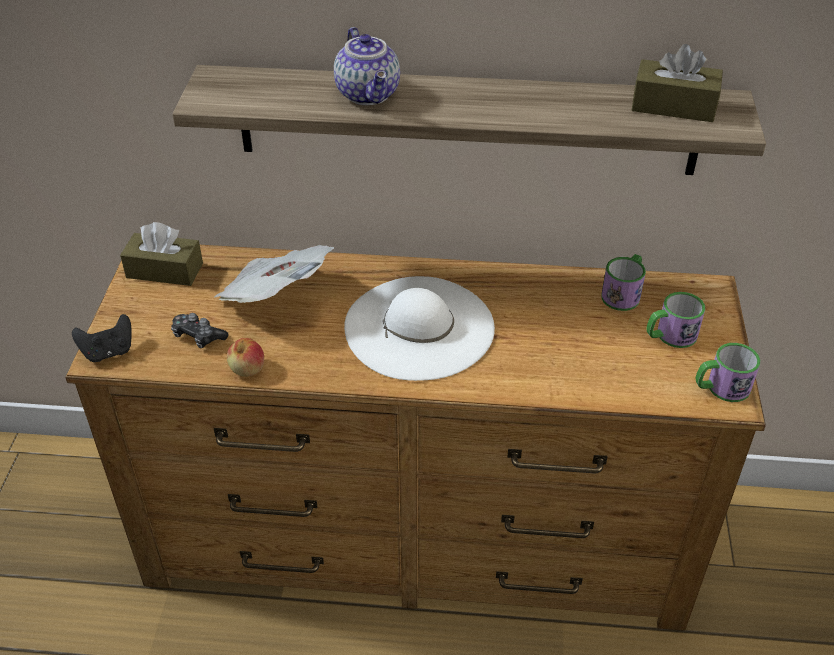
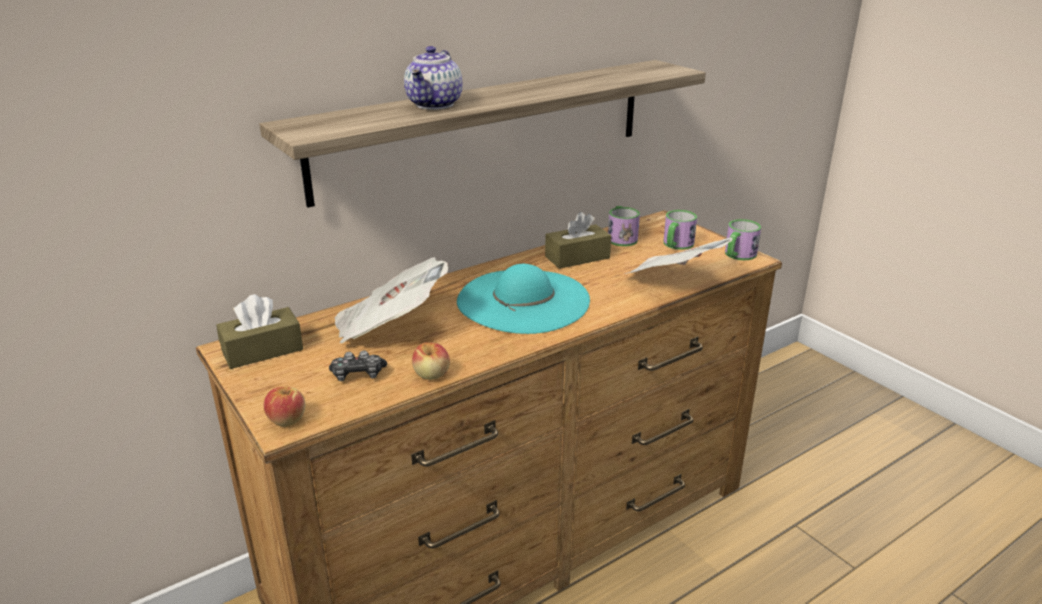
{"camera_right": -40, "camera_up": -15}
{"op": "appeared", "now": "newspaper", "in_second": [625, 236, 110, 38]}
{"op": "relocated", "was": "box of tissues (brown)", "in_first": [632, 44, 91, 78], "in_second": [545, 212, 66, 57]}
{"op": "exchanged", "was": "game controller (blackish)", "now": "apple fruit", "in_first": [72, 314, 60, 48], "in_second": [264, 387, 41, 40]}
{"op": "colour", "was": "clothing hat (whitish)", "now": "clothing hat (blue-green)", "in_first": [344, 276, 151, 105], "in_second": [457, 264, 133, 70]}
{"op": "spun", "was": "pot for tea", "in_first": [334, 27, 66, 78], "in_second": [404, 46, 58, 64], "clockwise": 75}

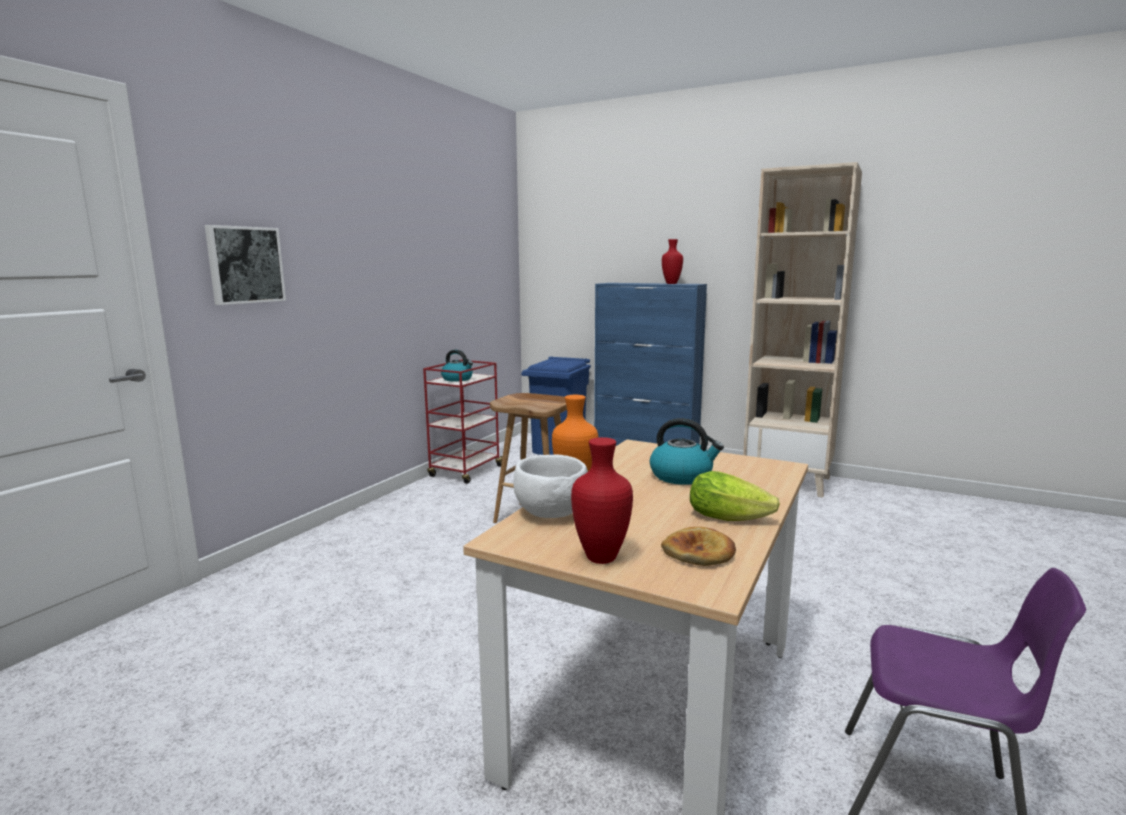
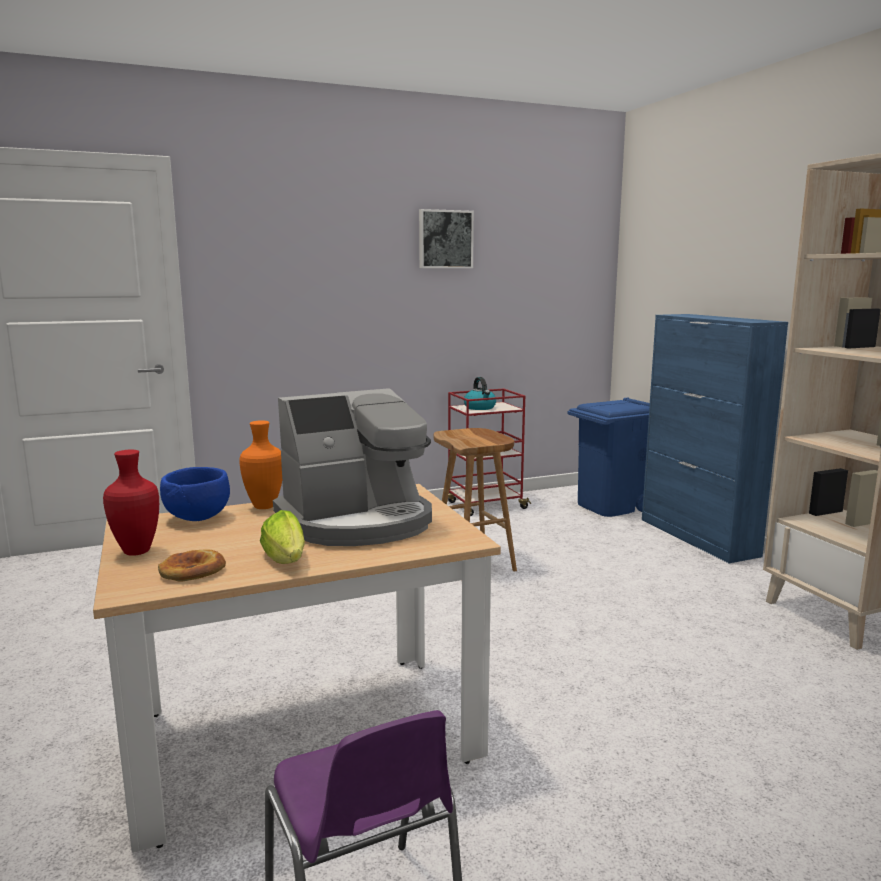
{"camera_right": 40, "camera_up": 0}
{"op": "missing", "was": "vase (red)", "in_first": [662, 239, 21, 45]}
{"op": "relocated", "was": "picture", "in_first": [205, 225, 81, 80], "in_second": [419, 209, 55, 59]}
{"op": "exchanged", "was": "tea kettle", "now": "coffee brewer", "in_first": [650, 418, 74, 67], "in_second": [273, 388, 159, 158]}
{"op": "colour", "was": "bowl (whitish)", "now": "bowl (blue-coloured)", "in_first": [514, 455, 74, 63], "in_second": [160, 467, 70, 54]}

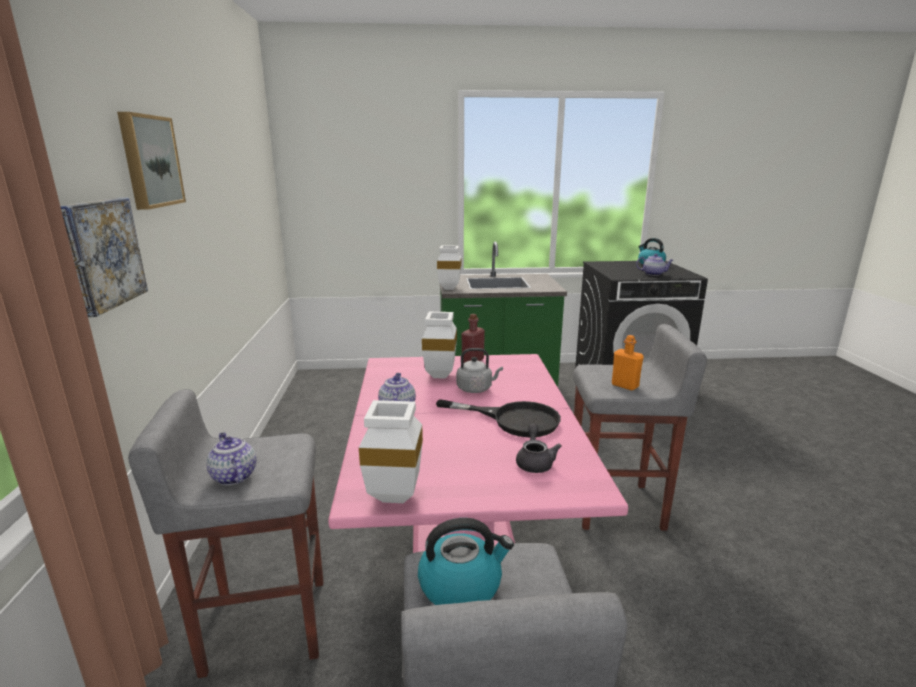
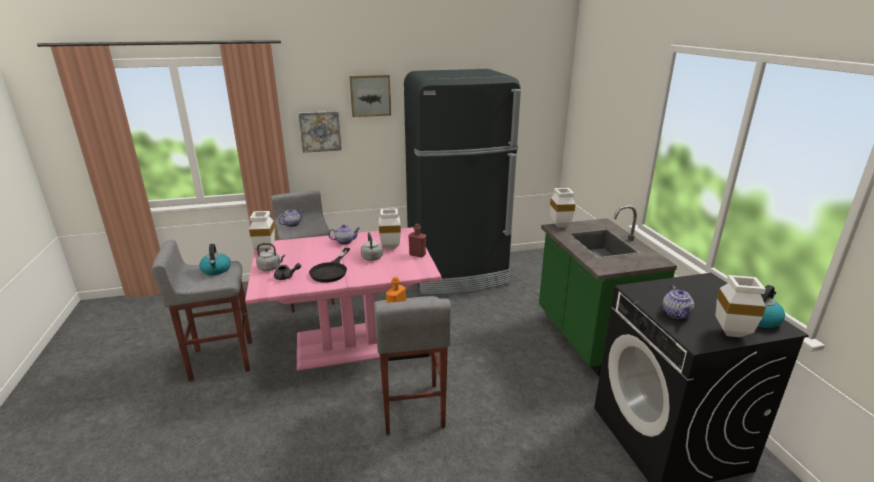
{"camera_right": 80, "camera_up": 5}
{"op": "appeared", "now": "tea kettle (greyish)", "in_second": [256, 243, 29, 28]}
{"op": "appeared", "now": "fridge (blackish)", "in_second": [404, 69, 117, 226]}
{"op": "appeared", "now": "vase (whitish)", "in_second": [715, 275, 51, 62]}

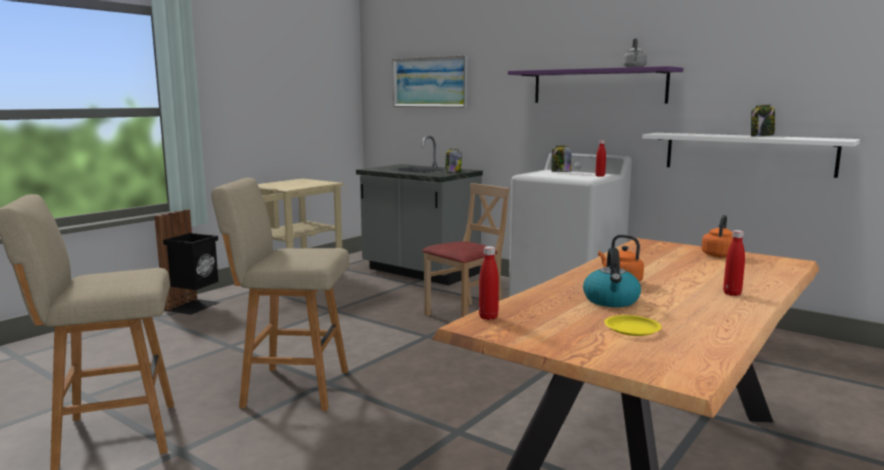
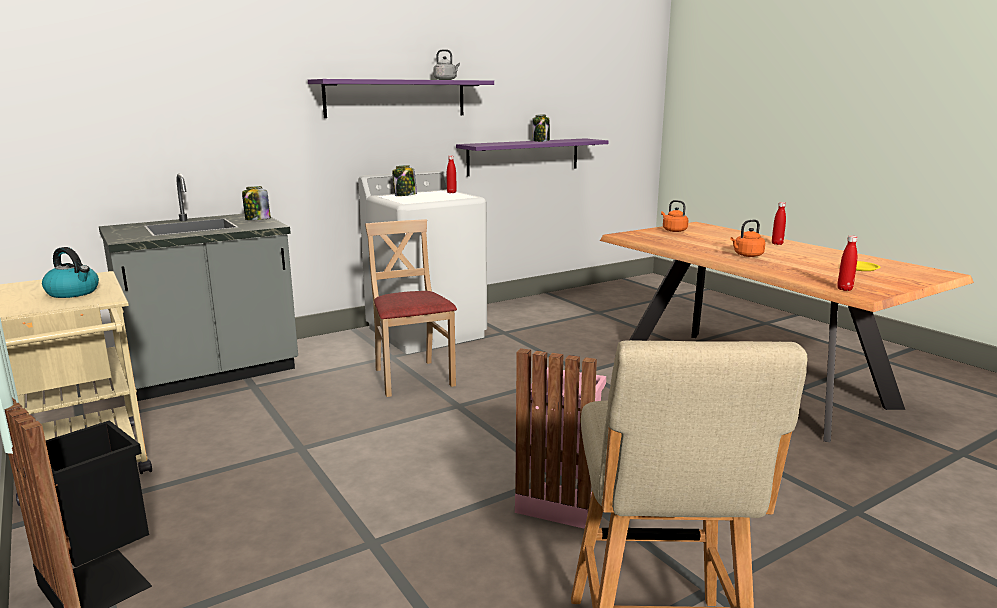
{"camera_right": -70, "camera_up": 5}
{"op": "missing", "was": "picture", "in_first": [392, 56, 75, 52]}
{"op": "relocated", "was": "tea kettle", "in_first": [583, 248, 58, 59], "in_second": [42, 247, 57, 51]}
{"op": "exchanged", "was": "stool (beige)", "now": "rubbish bin (pink-coloured)", "in_first": [211, 178, 138, 233], "in_second": [515, 348, 91, 181]}
{"op": "colour", "was": "bracket shelf (whitish)", "now": "bracket shelf (purplish)", "in_first": [642, 133, 218, 45], "in_second": [456, 138, 153, 38]}

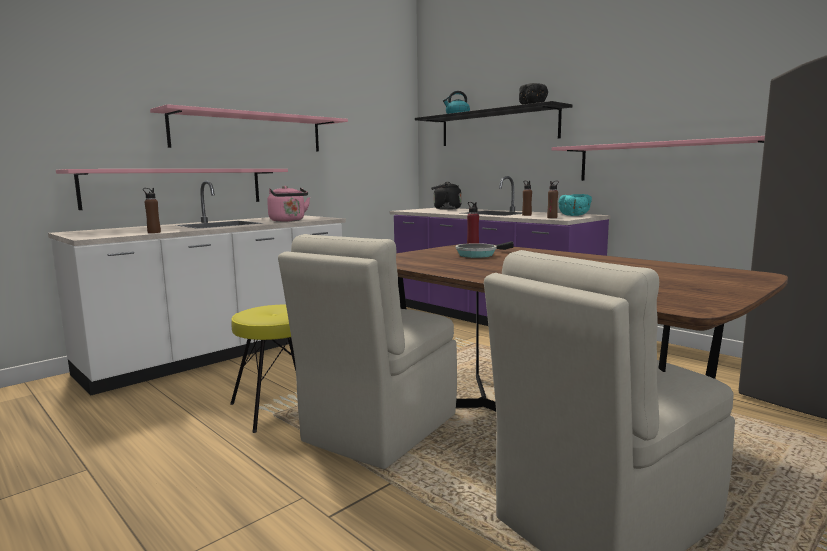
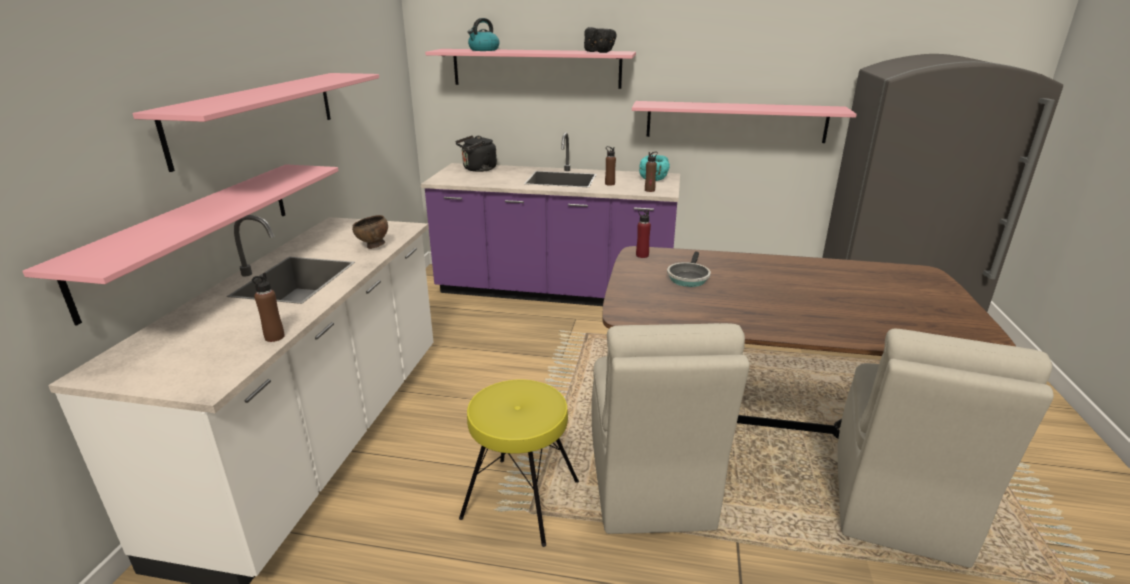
{"camera_right": -35, "camera_up": 15}
{"op": "exchanged", "was": "tea kettle (pink-coloured)", "now": "bowl (brown)", "in_first": [267, 186, 43, 36], "in_second": [352, 215, 36, 34]}
{"op": "colour", "was": "bracket shelf (blackish)", "now": "bracket shelf (pink-coloured)", "in_first": [415, 101, 158, 45], "in_second": [425, 49, 211, 40]}

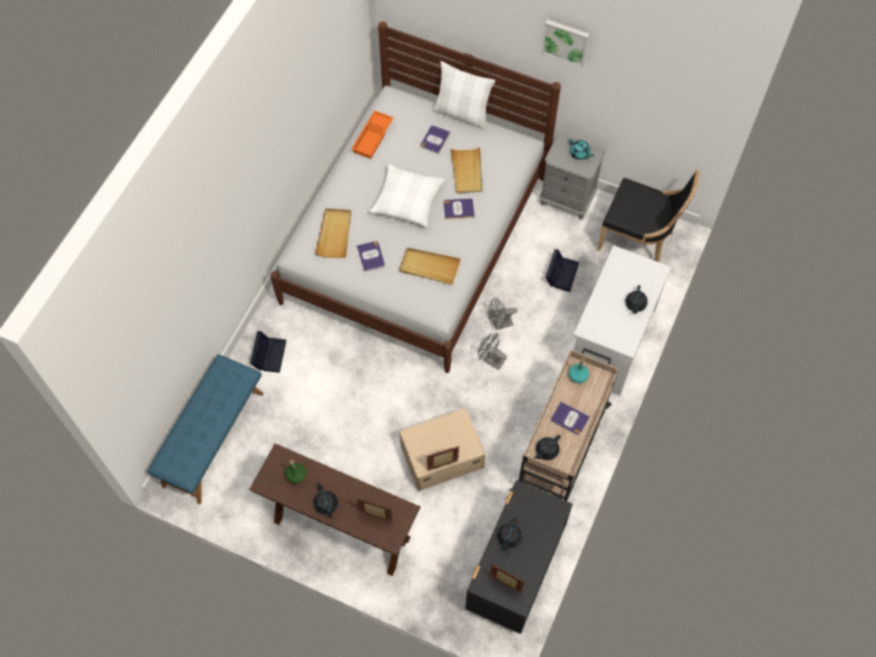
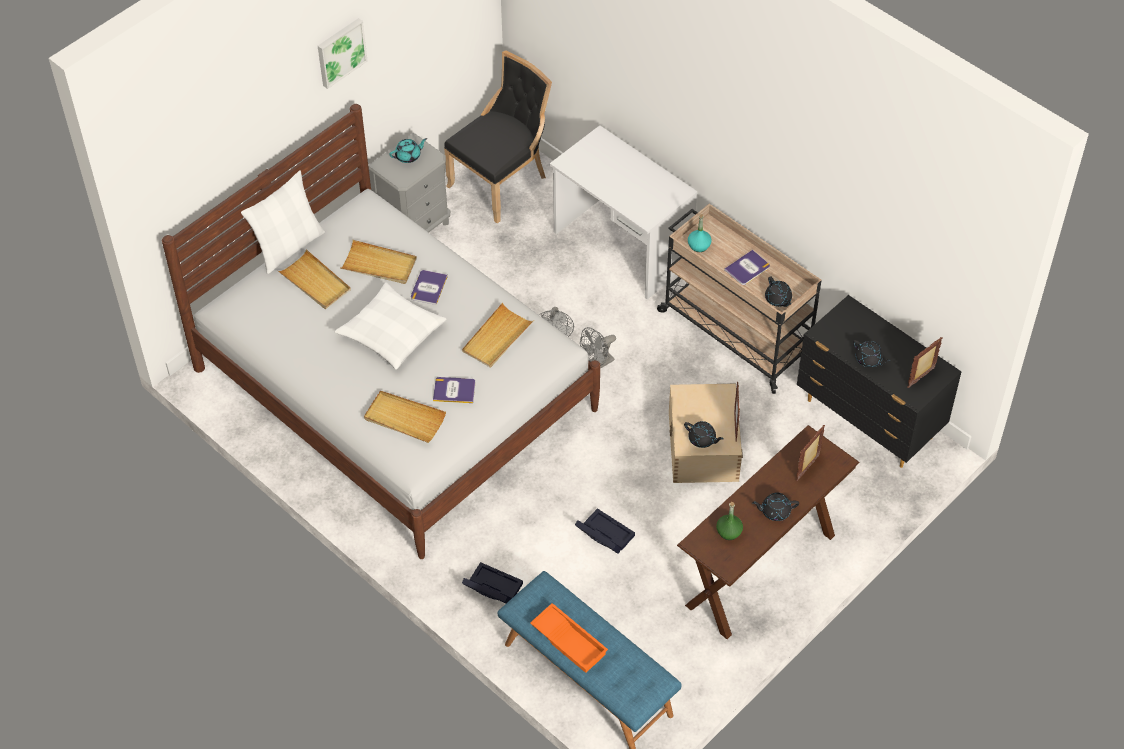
{"camera_right": -70, "camera_up": -10}
{"op": "relocated", "was": "carrying tray (orangey)", "in_first": [352, 110, 42, 49], "in_second": [530, 603, 78, 70]}
{"op": "relocated", "was": "storage bin (blackish)", "in_first": [546, 249, 33, 43], "in_second": [575, 508, 60, 46]}
{"op": "relocated", "was": "pot for tea (blackish)", "in_first": [625, 285, 23, 29], "in_second": [684, 421, 40, 27]}
{"op": "exchanged", "was": "bound book", "now": "carrying tray (beige)", "in_first": [420, 125, 30, 29], "in_second": [277, 249, 74, 60]}

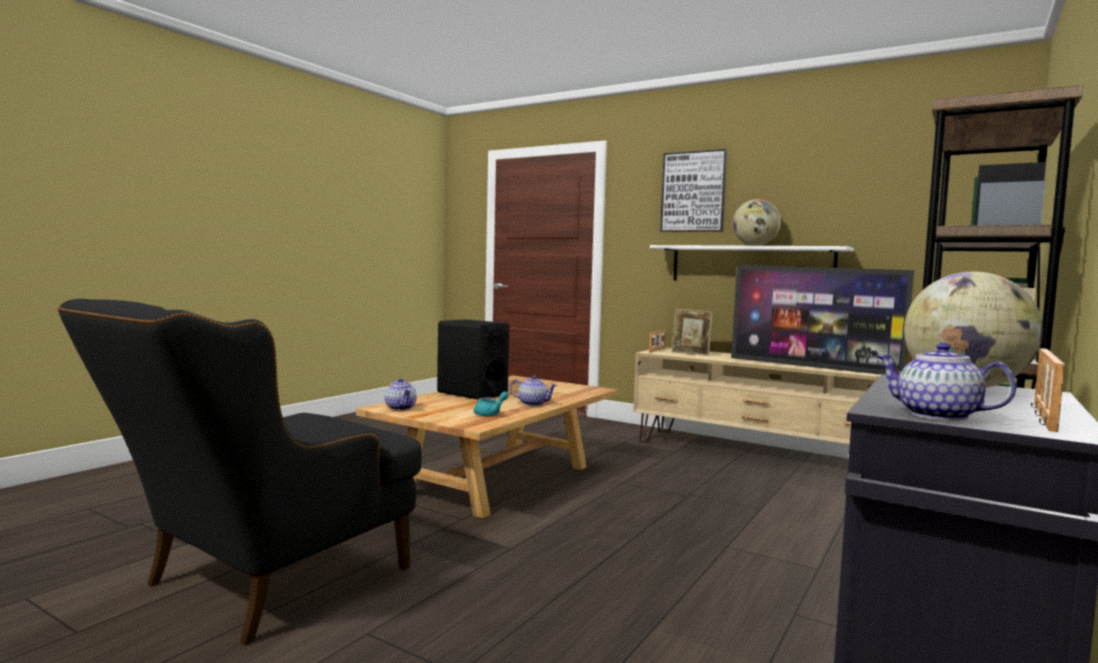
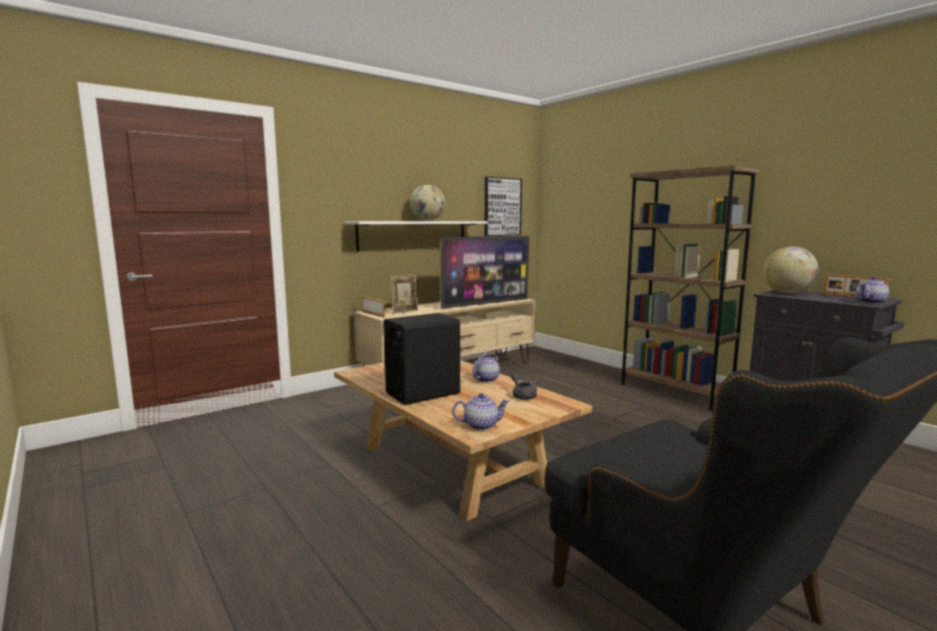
{"camera_right": -70, "camera_up": 5}
{"op": "relocated", "was": "picture", "in_first": [660, 149, 67, 83], "in_second": [484, 177, 38, 59]}
{"op": "colour", "was": "pot for tea (blue-green)", "now": "pot for tea (greyish)", "in_first": [474, 391, 35, 25], "in_second": [511, 373, 27, 27]}

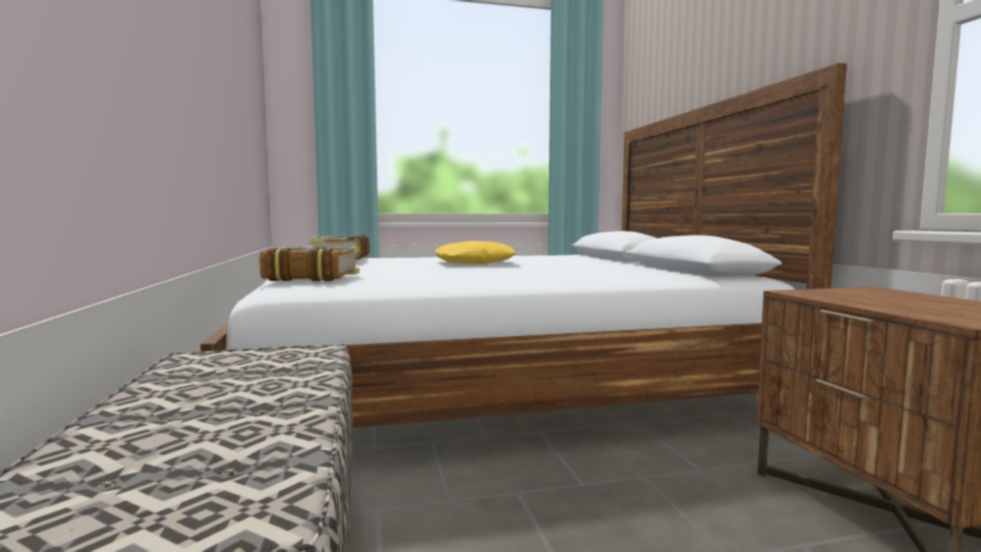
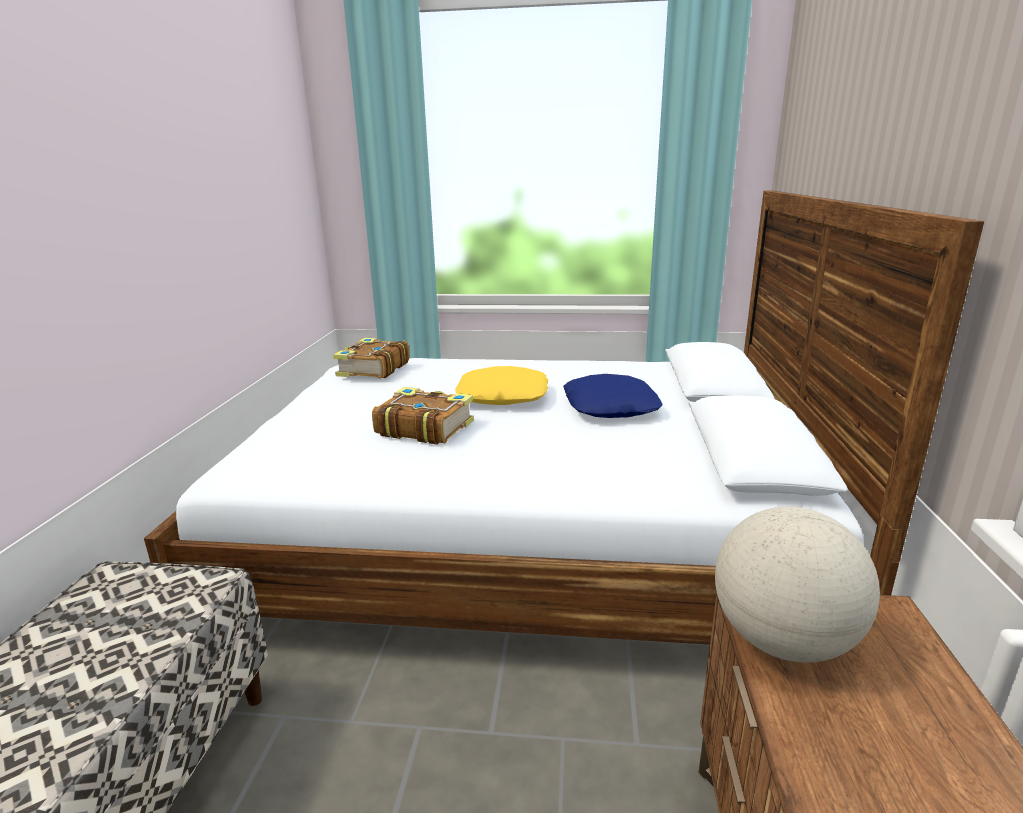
{"camera_right": 20, "camera_up": 15}
{"op": "appeared", "now": "throw pillow (blue-coloured)", "in_second": [563, 374, 99, 44]}
{"op": "appeared", "now": "globe", "in_second": [715, 507, 165, 156]}
{"op": "relocated", "was": "bound book", "in_first": [259, 246, 101, 35], "in_second": [372, 387, 102, 58]}

